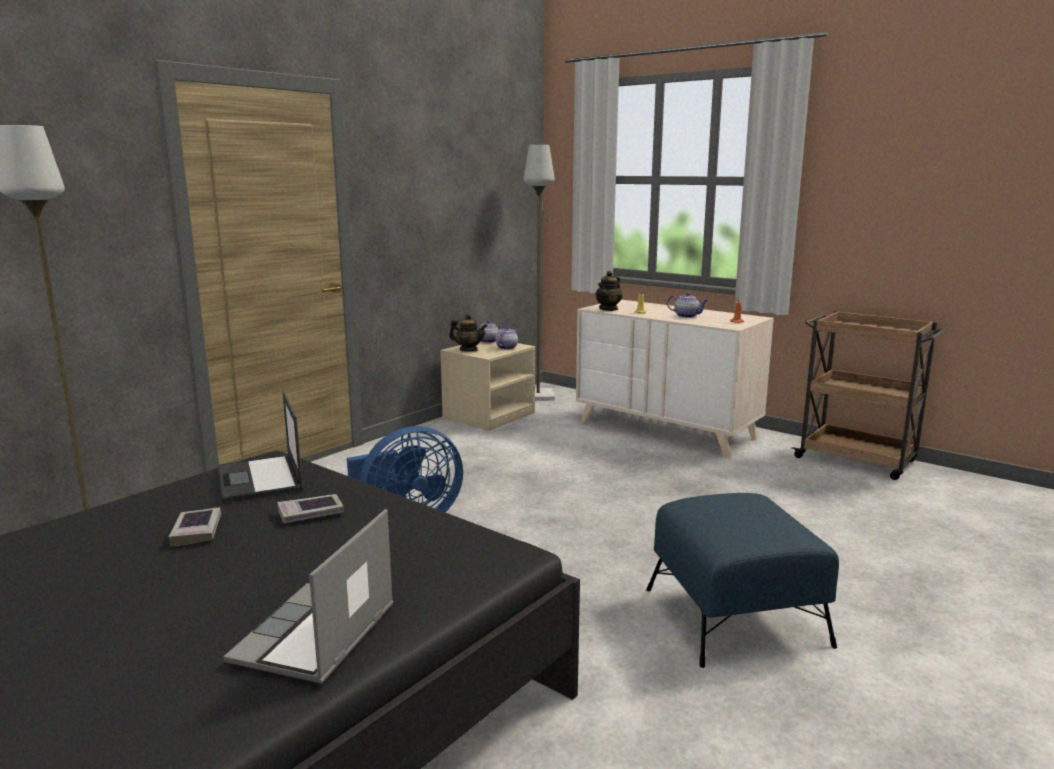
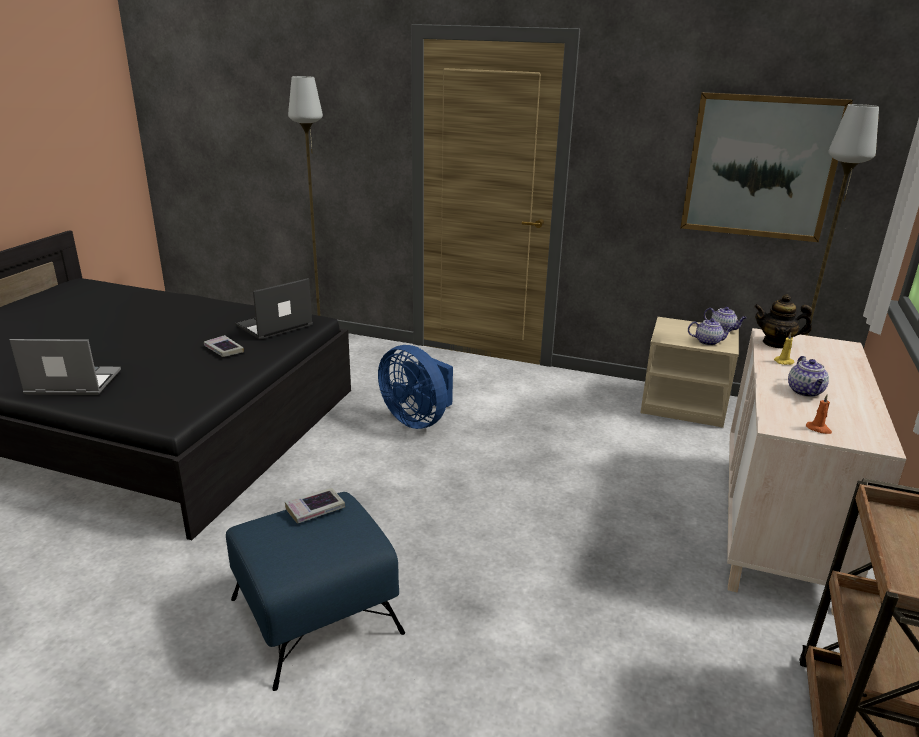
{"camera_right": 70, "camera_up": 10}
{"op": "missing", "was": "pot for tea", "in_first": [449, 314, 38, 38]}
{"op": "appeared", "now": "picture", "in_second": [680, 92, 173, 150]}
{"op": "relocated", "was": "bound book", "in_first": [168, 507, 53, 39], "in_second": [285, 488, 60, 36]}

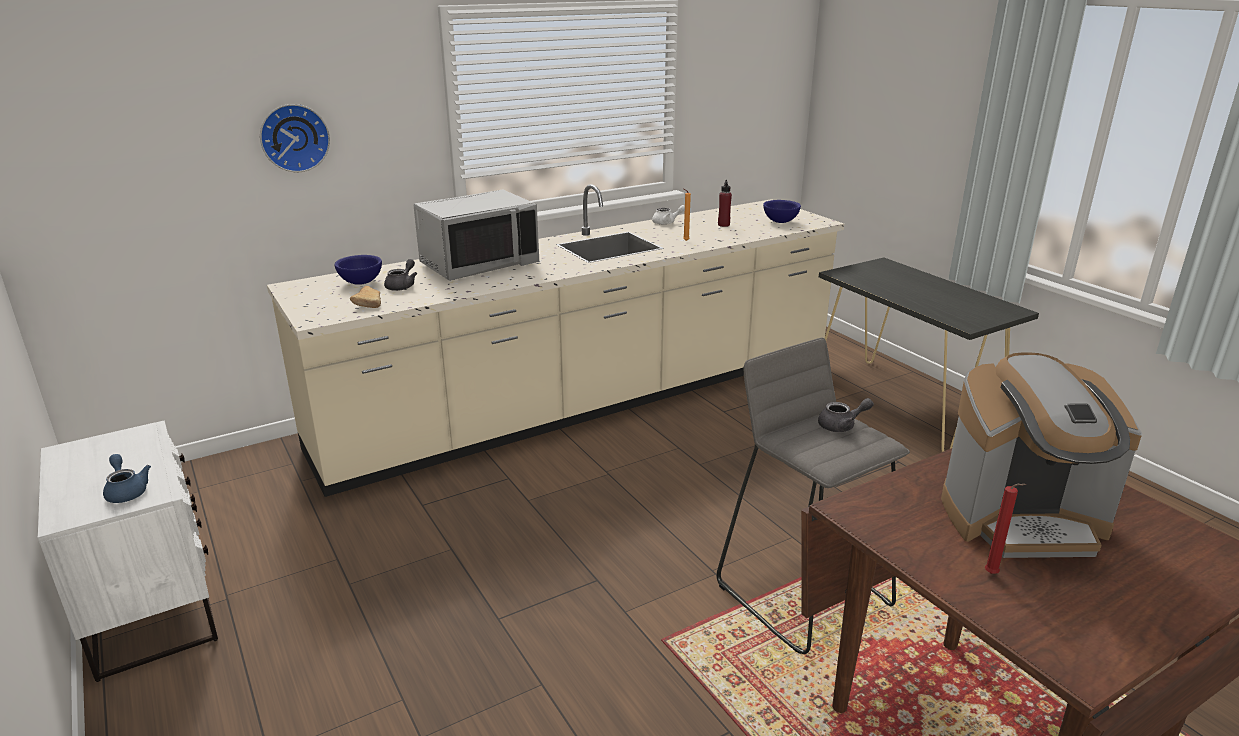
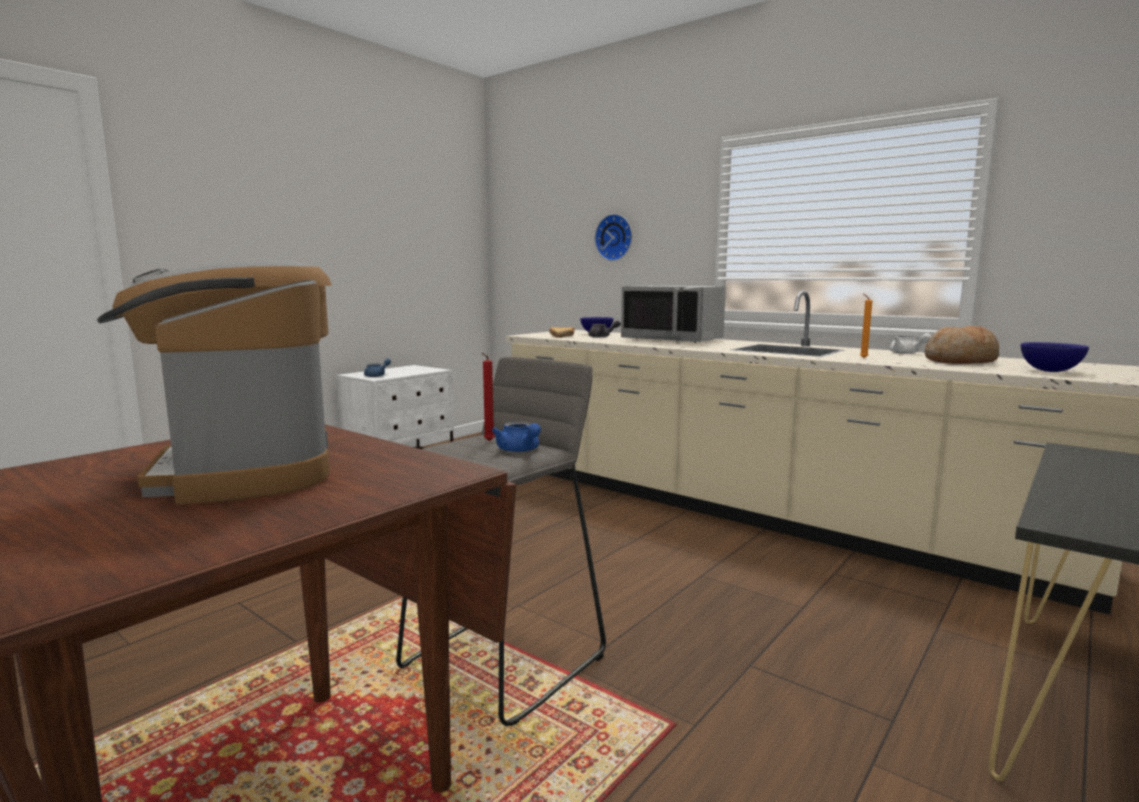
{"camera_right": 70, "camera_up": -15}
{"op": "relocated", "was": "candle (red)", "in_first": [985, 484, 41, 90], "in_second": [482, 353, 13, 88]}
{"op": "exchanged", "was": "beverage bottle (red)", "now": "bakery bread", "in_first": [718, 180, 14, 47], "in_second": [925, 326, 74, 38]}
{"op": "colour", "was": "pot for tea (greyish)", "now": "pot for tea (blue-coloured)", "in_first": [818, 398, 56, 34], "in_second": [492, 421, 49, 31]}

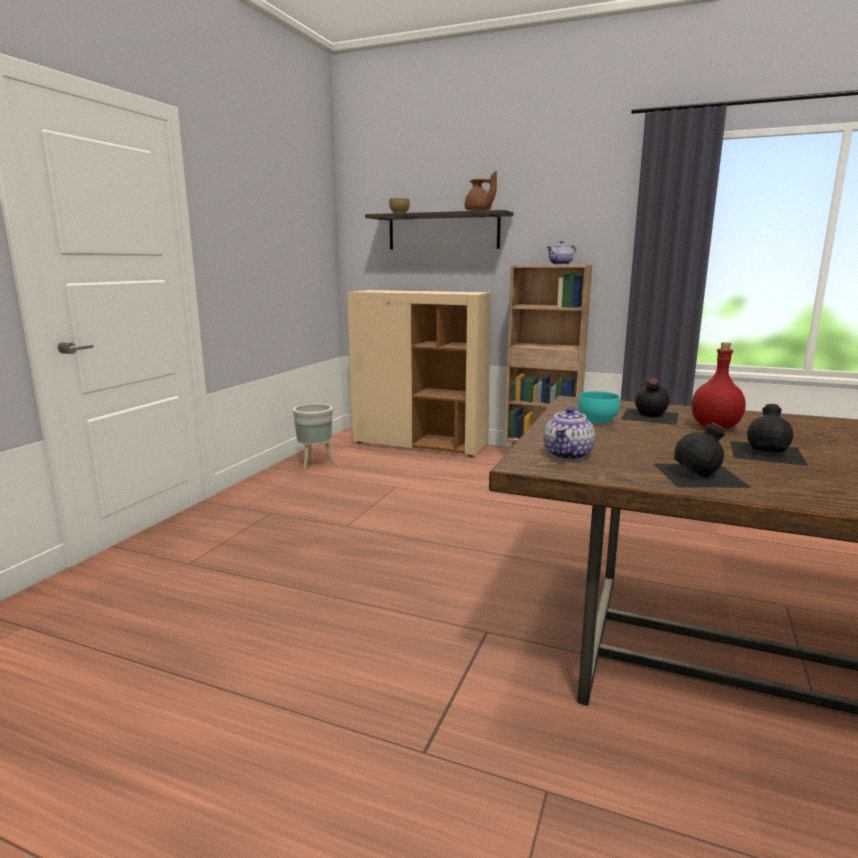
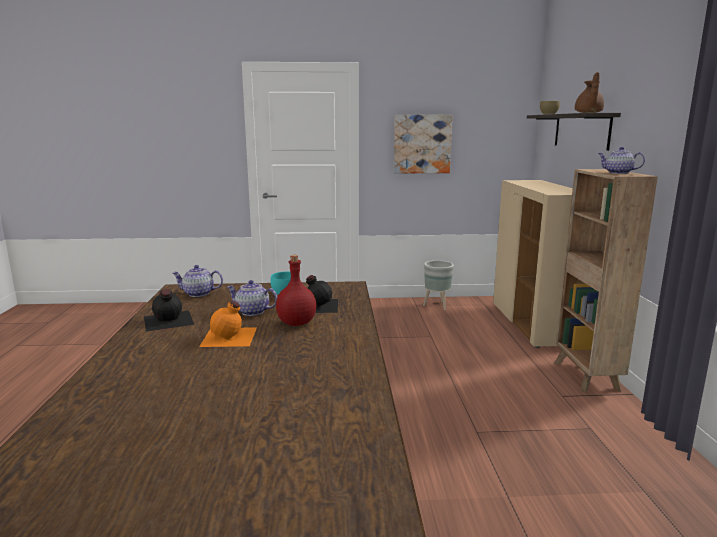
{"camera_right": 65, "camera_up": 0}
{"op": "appeared", "now": "pot for tea", "in_second": [227, 280, 50, 36]}
{"op": "appeared", "now": "picture", "in_second": [394, 115, 58, 58]}
{"op": "colour", "was": "beverage bottle (blackish)", "now": "beverage bottle (orangey)", "in_first": [730, 404, 78, 62], "in_second": [199, 301, 58, 46]}

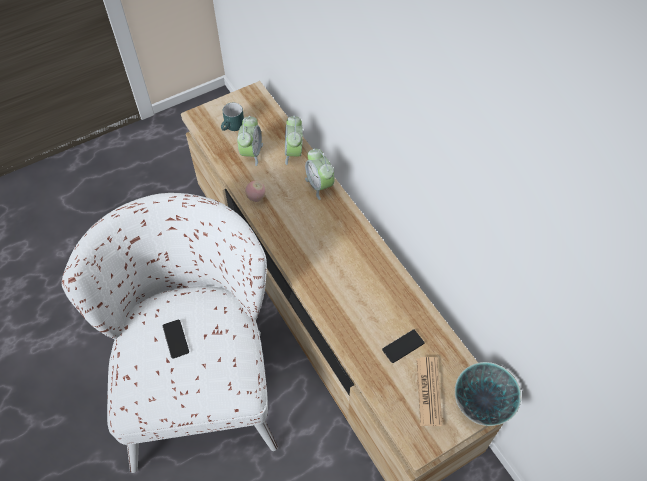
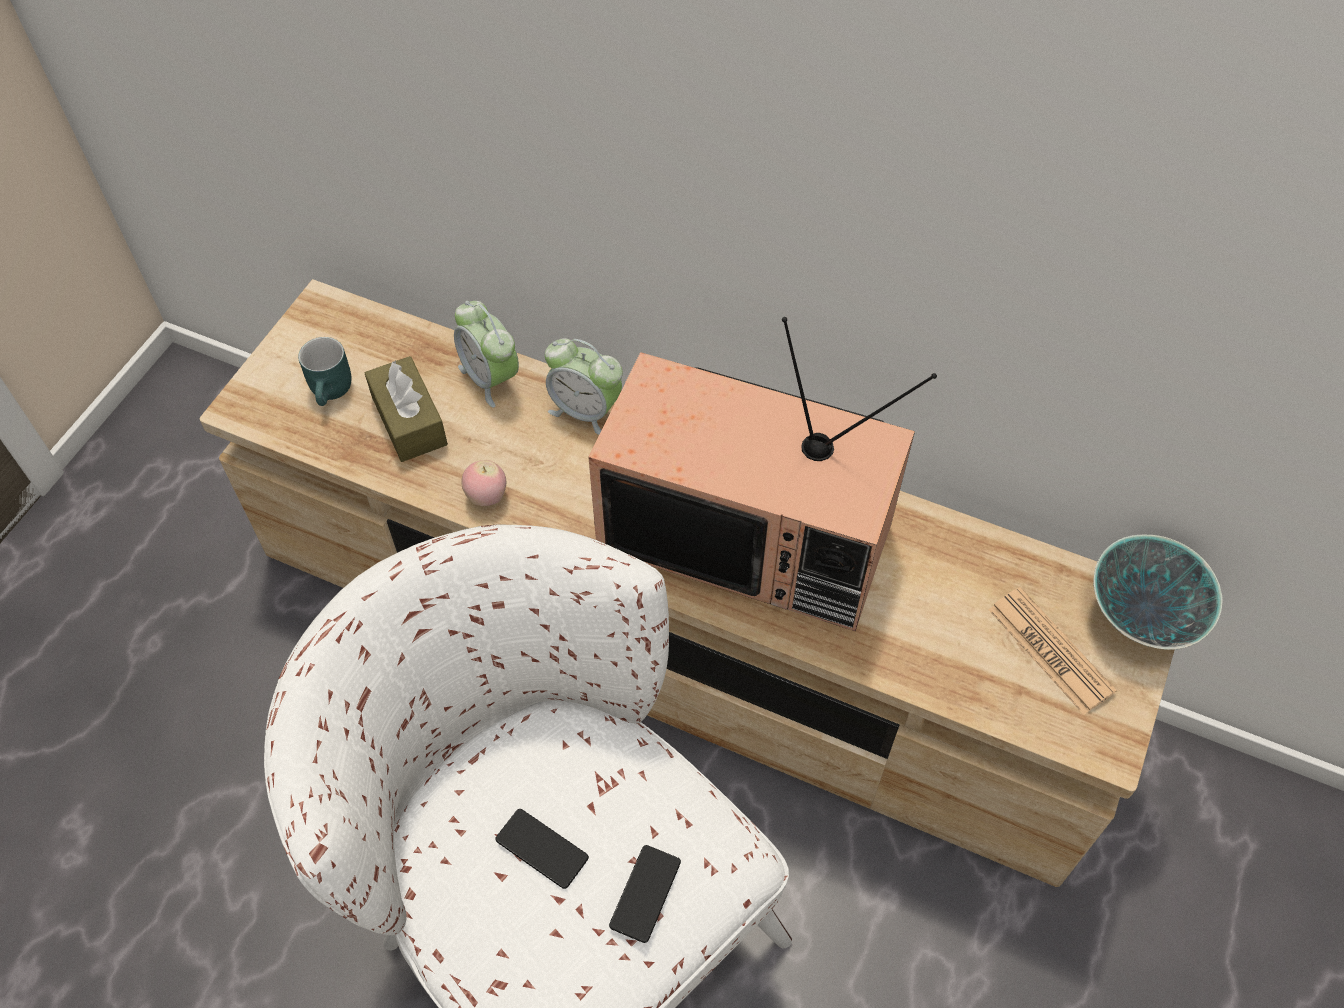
{"camera_right": -35, "camera_up": 0}
{"op": "appeared", "now": "TV set", "in_second": [588, 317, 349, 314]}
{"op": "relocated", "was": "phone", "in_first": [382, 330, 42, 33], "in_second": [609, 845, 72, 98]}
{"op": "exchanged", "was": "table clock", "now": "box of tissues (brown)", "in_first": [237, 116, 26, 50], "in_second": [365, 356, 83, 106]}

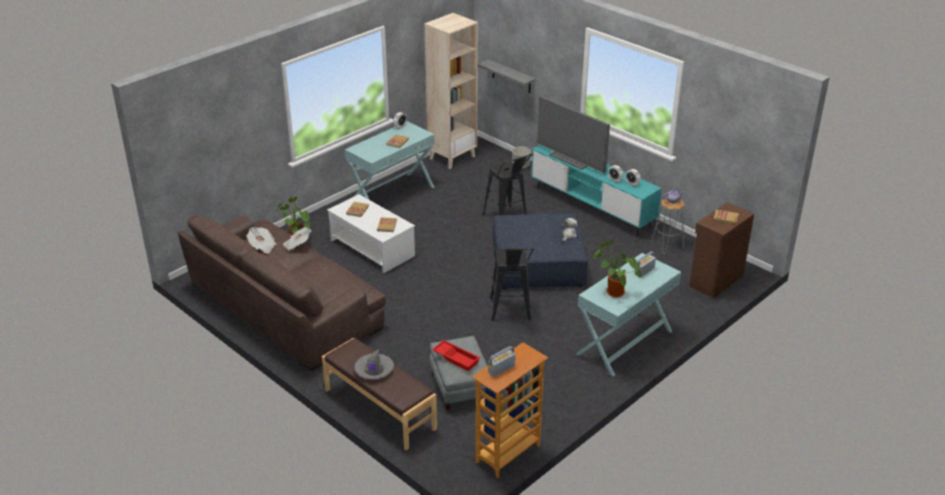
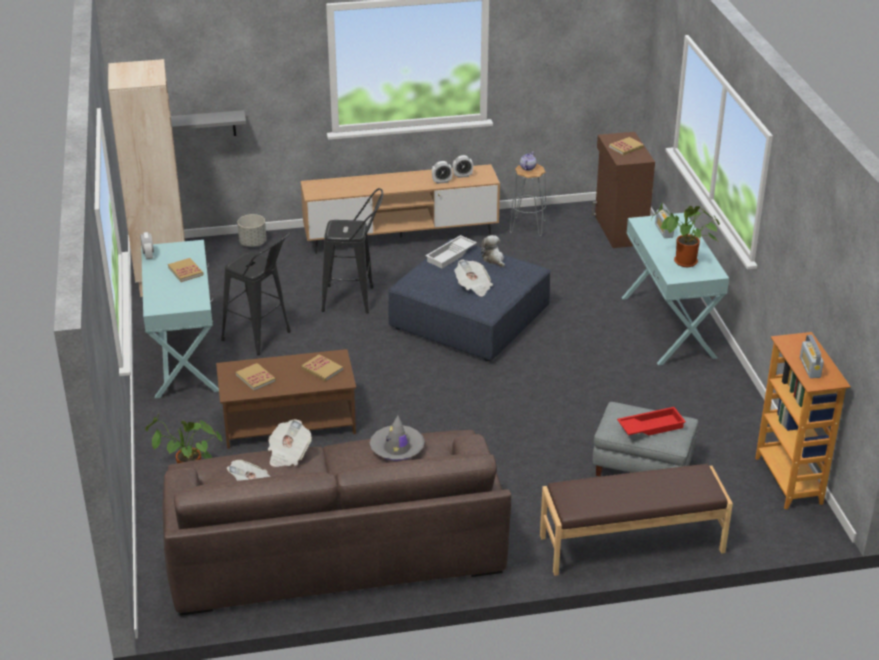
{"camera_right": -55, "camera_up": 0}
{"op": "missing", "was": "TV set", "in_first": [537, 96, 73, 77]}
{"op": "appeared", "now": "carrying tray (whitish)", "in_second": [426, 235, 51, 33]}
{"op": "appeared", "now": "newspaper", "in_second": [454, 260, 39, 37]}
{"op": "relocated", "was": "clothing hat (greyish)", "in_first": [354, 349, 40, 31], "in_second": [370, 416, 55, 45]}
{"op": "relocated", "was": "stool (blackish)", "in_first": [490, 248, 44, 72], "in_second": [221, 232, 70, 123]}
{"op": "colour", "was": "low table (whitish)", "now": "low table (brown)", "in_first": [327, 194, 88, 79], "in_second": [216, 349, 140, 100]}
{"op": "colour", "was": "media console (blue-green)", "now": "media console (brown)", "in_first": [531, 145, 131, 92], "in_second": [301, 164, 199, 90]}

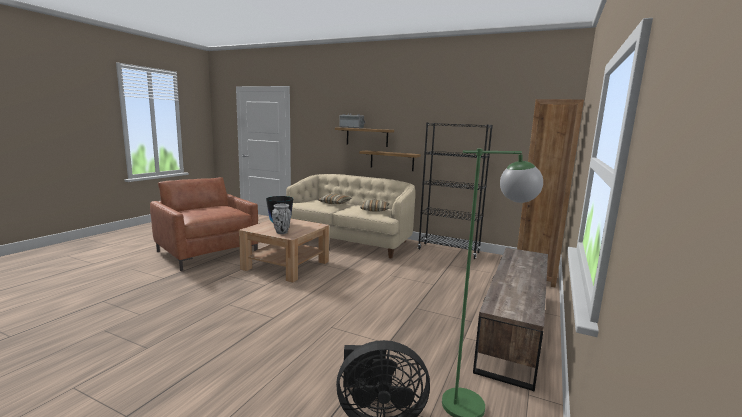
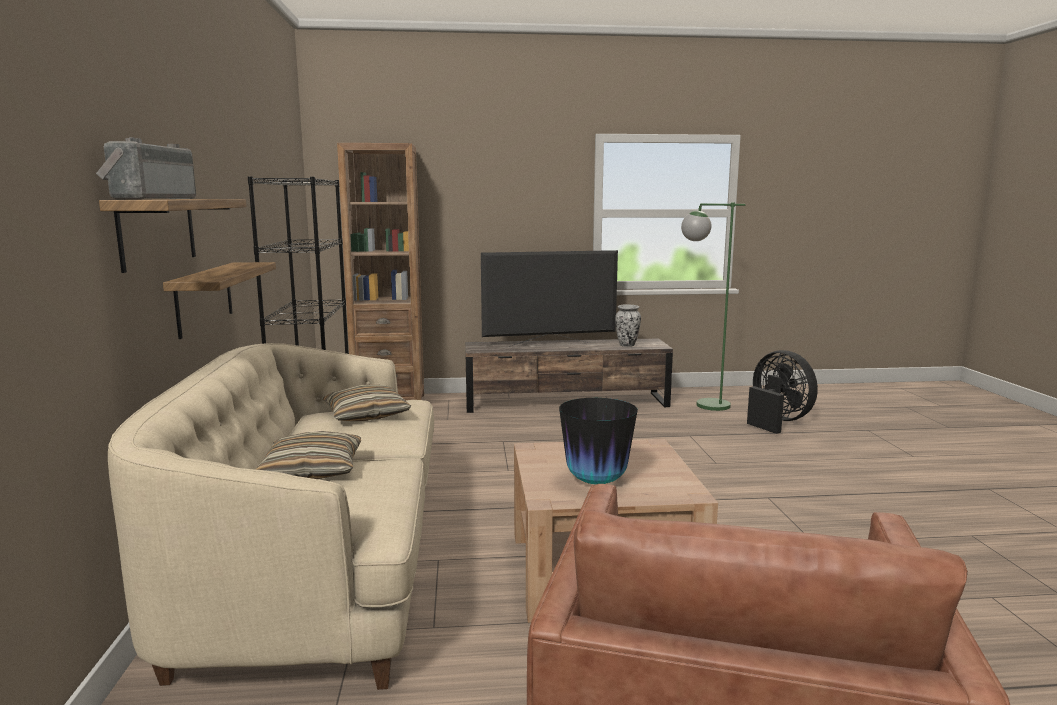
{"camera_right": -120, "camera_up": 0}
{"op": "appeared", "now": "TV set", "in_second": [481, 250, 137, 97]}
{"op": "relocated", "was": "vase", "in_first": [272, 204, 19, 30], "in_second": [615, 304, 26, 43]}

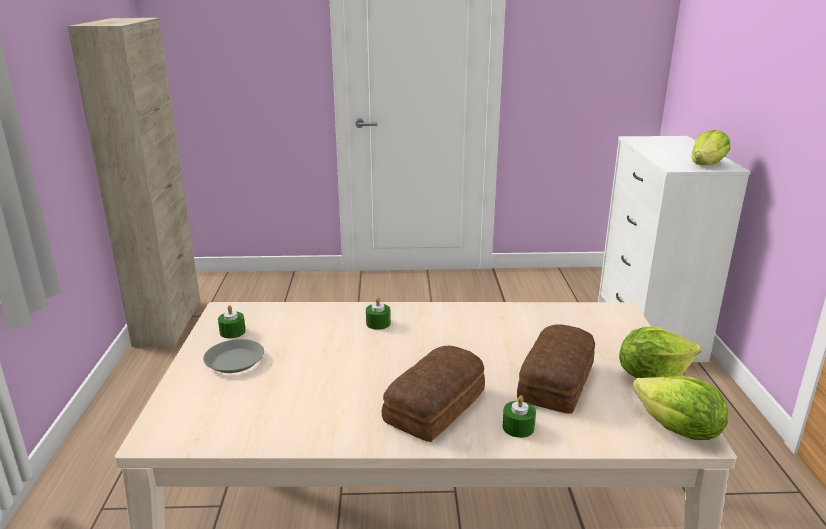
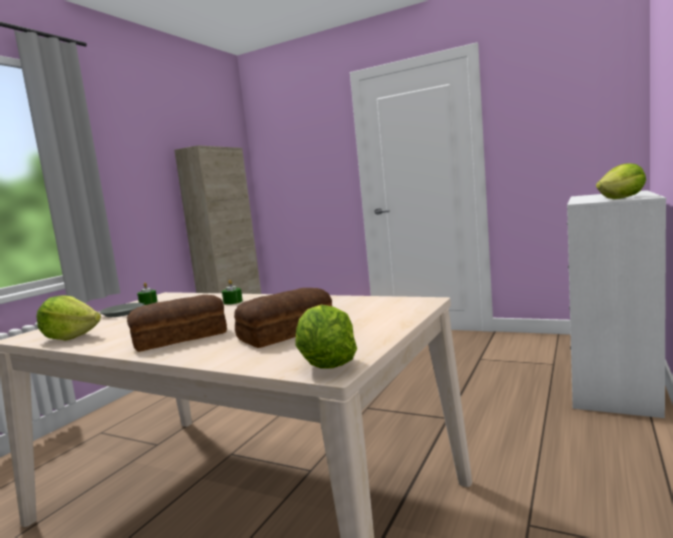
{"camera_right": 30, "camera_up": -15}
{"op": "missing", "was": "candle (green-coloured)", "in_first": [503, 396, 33, 42]}
{"op": "relocated", "was": "lettuce head", "in_first": [619, 327, 82, 51], "in_second": [36, 295, 65, 45]}

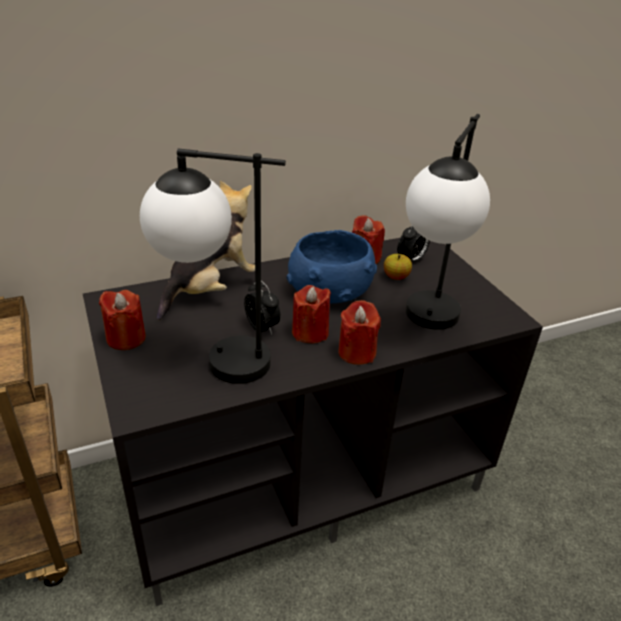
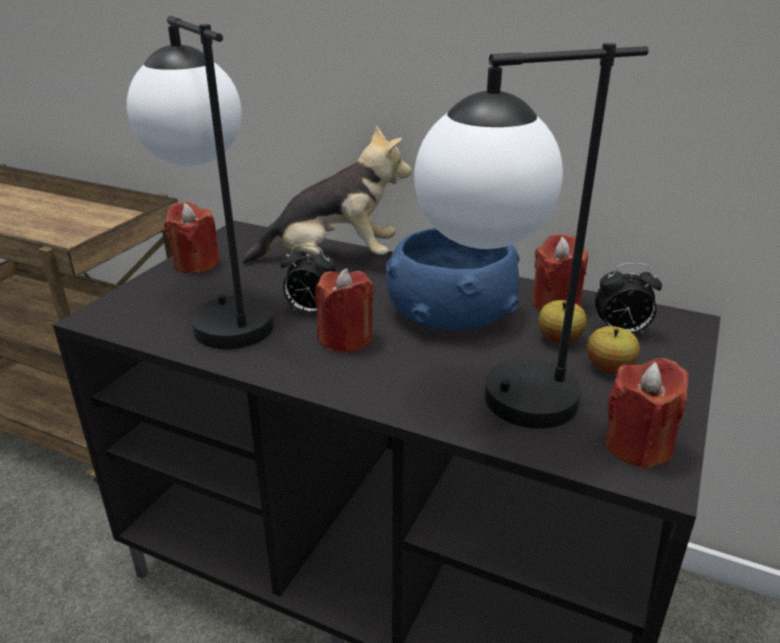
{"camera_right": 50, "camera_up": -5}
{"op": "appeared", "now": "apple fruit", "in_second": [587, 326, 53, 47]}
{"op": "relocated", "was": "candle (red)", "in_first": [338, 300, 43, 65], "in_second": [605, 358, 84, 112]}
{"op": "spun", "was": "table clock", "in_first": [244, 281, 36, 54], "in_second": [281, 244, 56, 69], "clockwise": 90}

